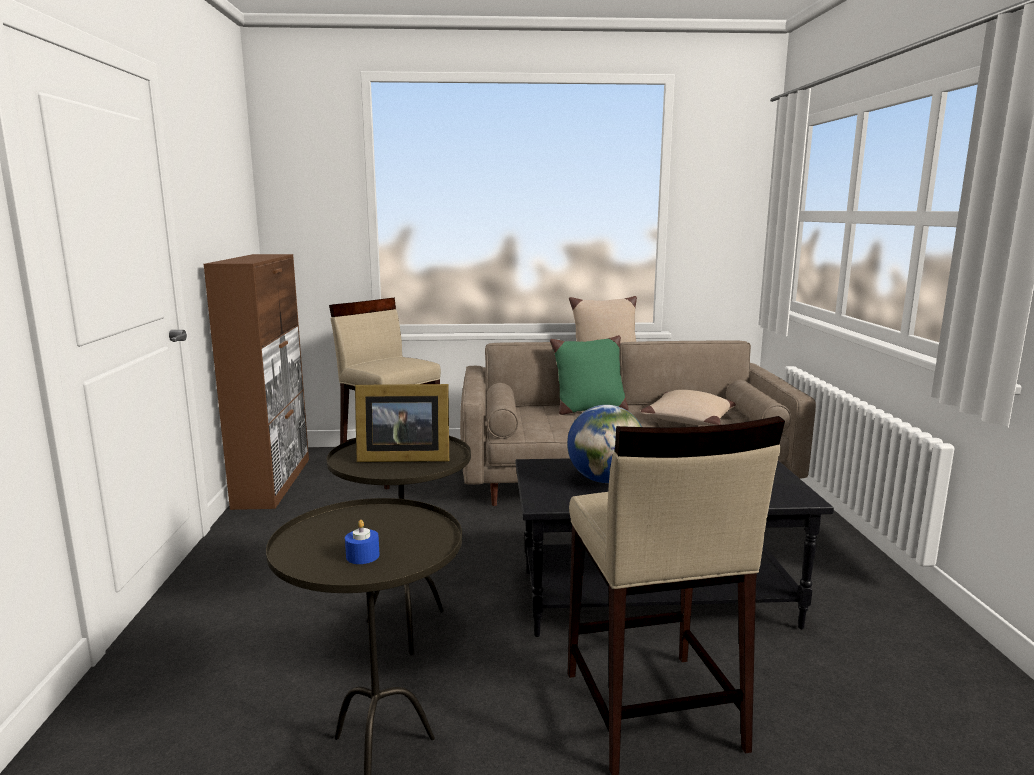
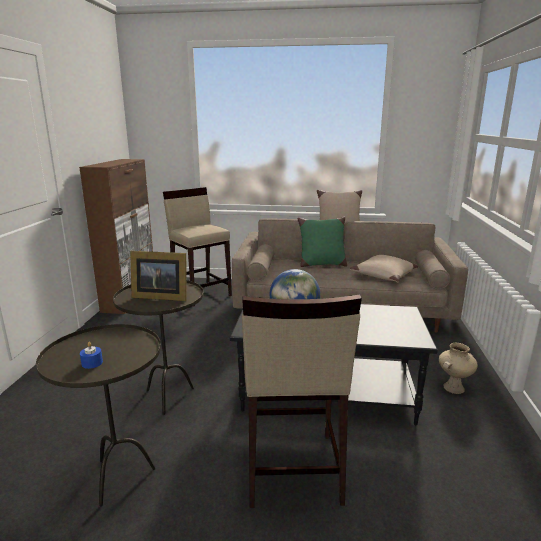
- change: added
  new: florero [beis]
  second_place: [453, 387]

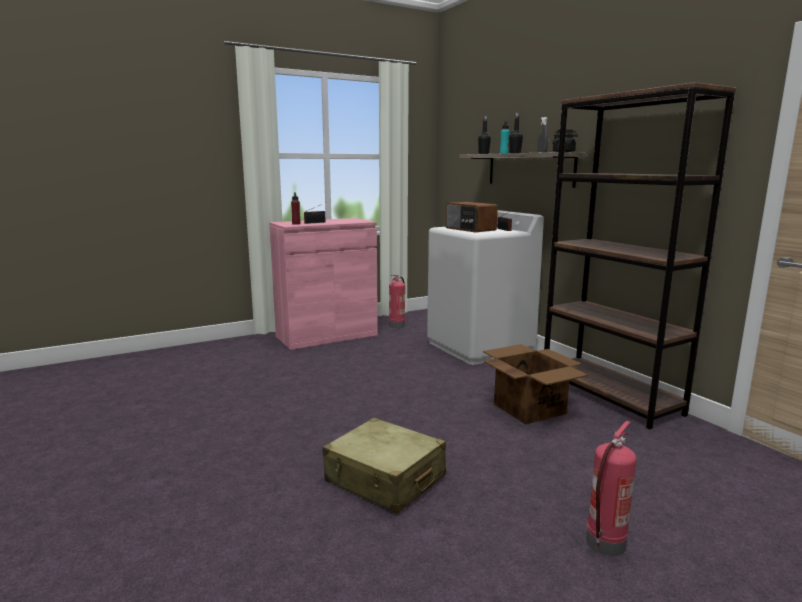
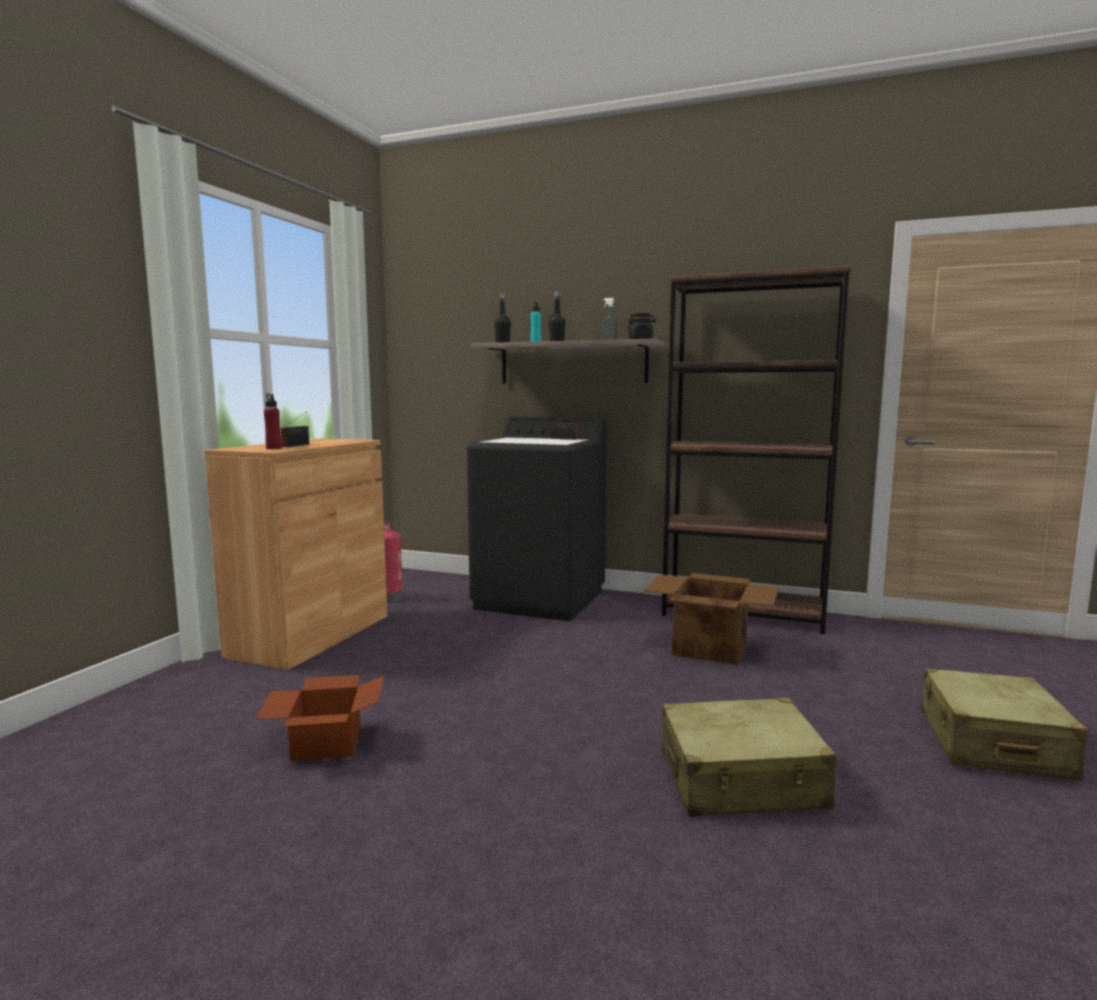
- change: recoloured
  old: armario [rosa]
  new: armario [marrón]
  first_place: [327, 336]
  second_place: [311, 635]
- change: added
  new: caja de cartón
  second_place: [325, 742]
- change: recoloured
  old: lavadora [blanco]
  new: lavadora [negro]
  first_place: [480, 347]
  second_place: [540, 599]
- change: replaced
  old: extintor
  new: maleta [beis]
  first_place: [605, 544]
  second_place: [992, 744]
- change: removed
  old: radio
  first_place: [470, 229]

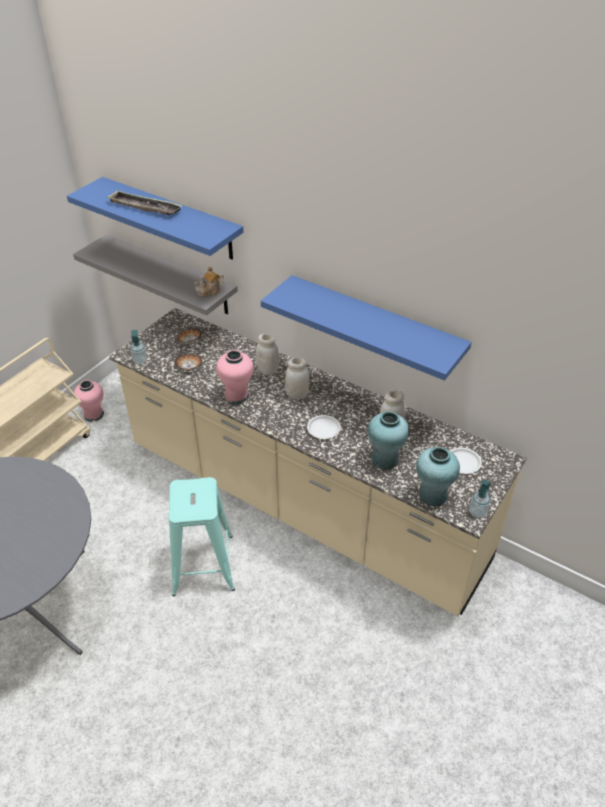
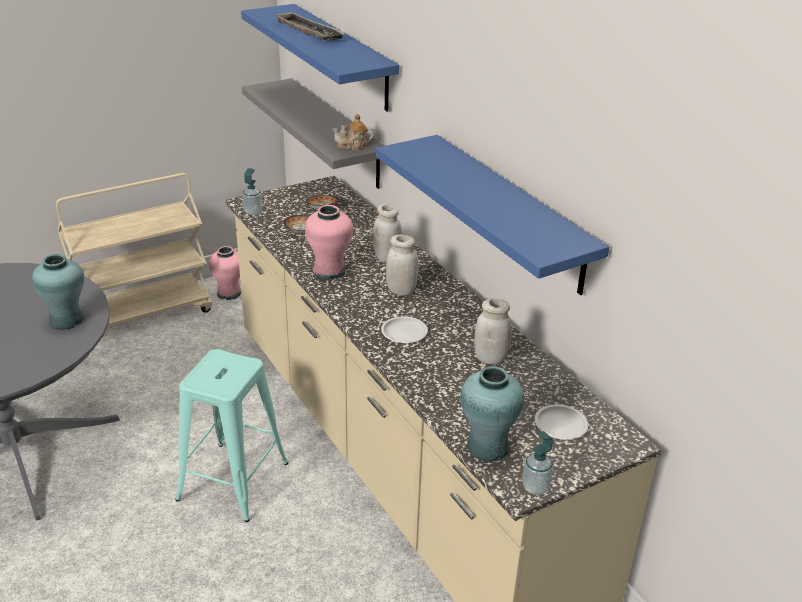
- change: moved
  old: florero [turquesa]
  first_place: [384, 459]
  second_place: [66, 320]

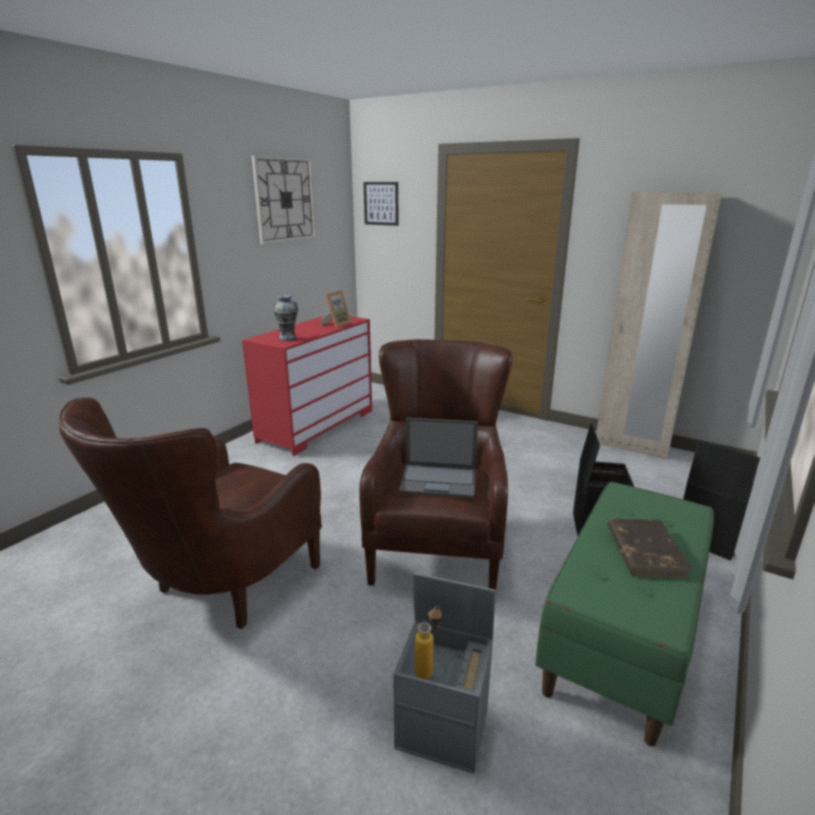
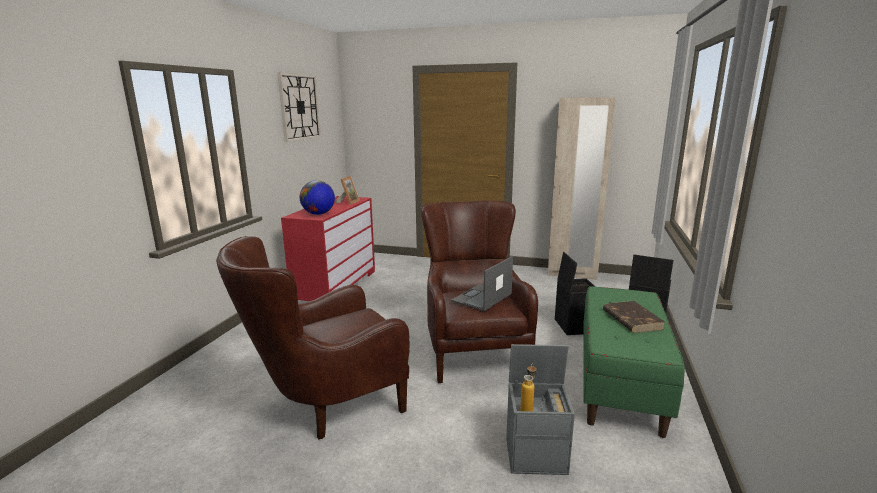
- change: turned
  old: sillón [marrón]
  first_place: [221, 591]
  second_place: [327, 406]
  degrees: 45
- change: replaced
  old: florero
  new: globo terráqueo
  first_place: [288, 338]
  second_place: [318, 214]
- change: turned
  old: portátil
  first_place: [439, 481]
  second_place: [481, 298]
  degrees: 135
- change: removed
  old: cuadro
  first_place: [381, 203]

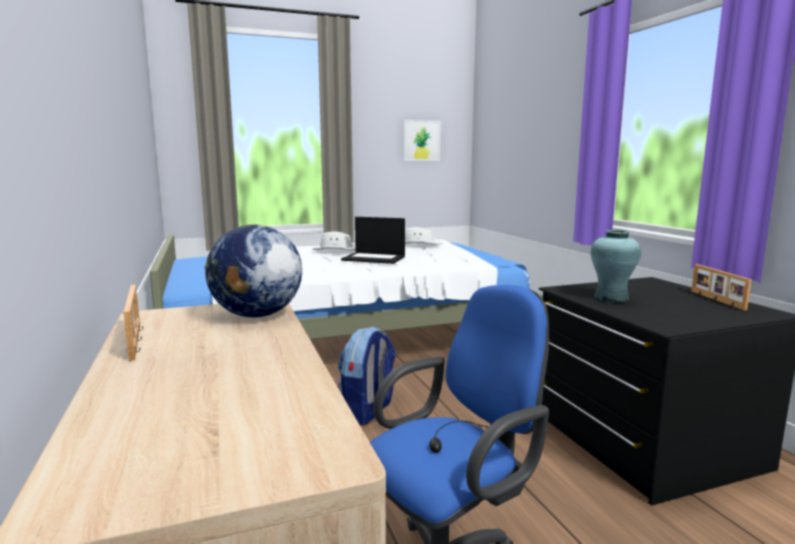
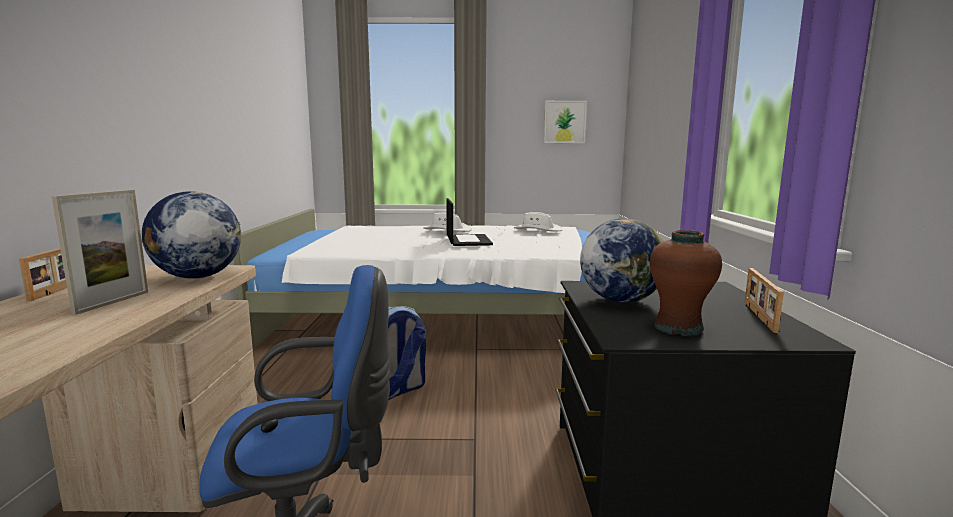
- change: added
  new: portarretratos
  second_place: [112, 302]
- change: turned
  old: portátil
  first_place: [374, 258]
  second_place: [467, 240]
  degrees: -135
- change: replaced
  old: florero [turquesa]
  new: globo terráqueo
  first_place: [611, 298]
  second_place: [620, 300]
- change: added
  new: florero [marrón]
  second_place: [679, 328]

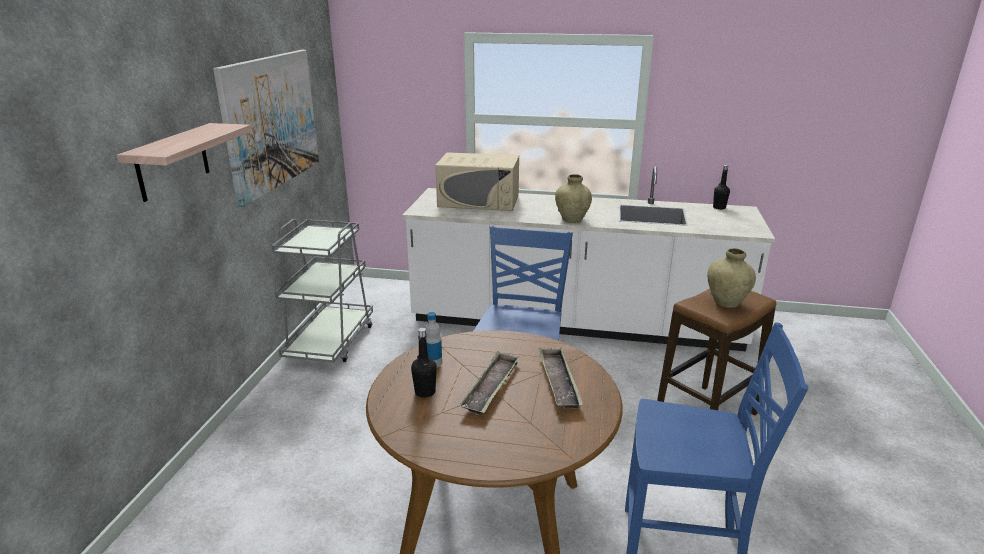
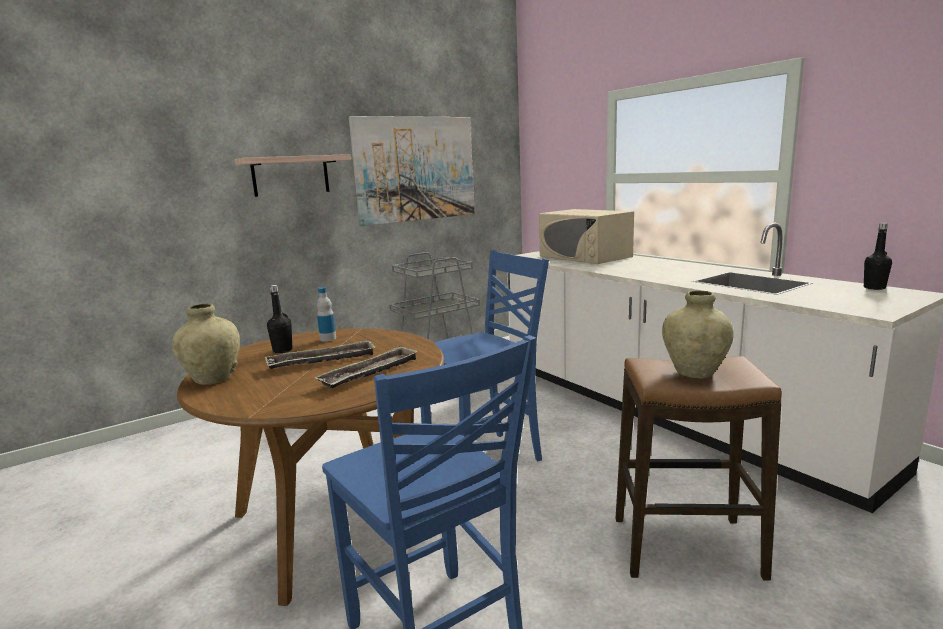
- change: moved
  old: florero [beis]
  first_place: [572, 220]
  second_place: [213, 379]

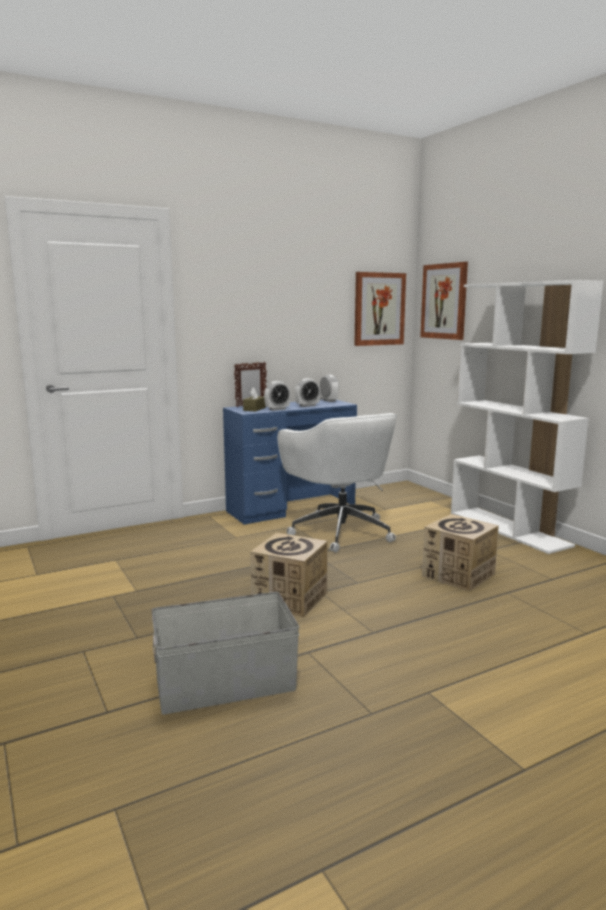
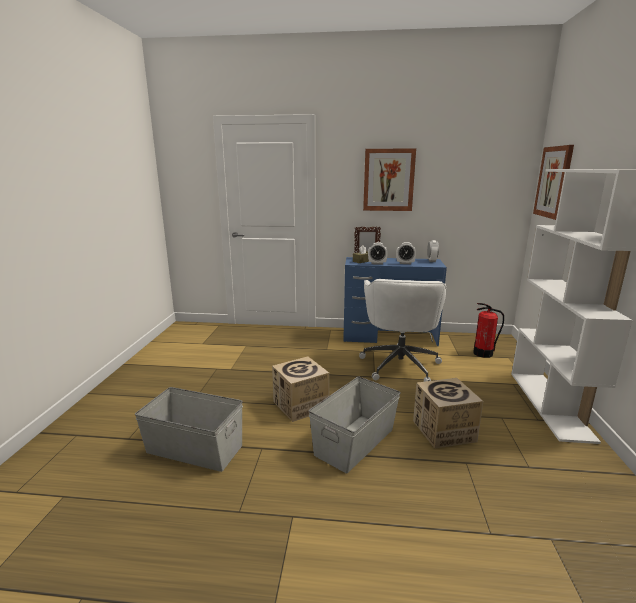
- change: added
  new: caja de almacenaje [gris]
  second_place: [354, 441]
- change: moved
  old: cuadro
  first_place: [379, 309]
  second_place: [388, 180]
- change: added
  new: extintor
  second_place: [483, 353]

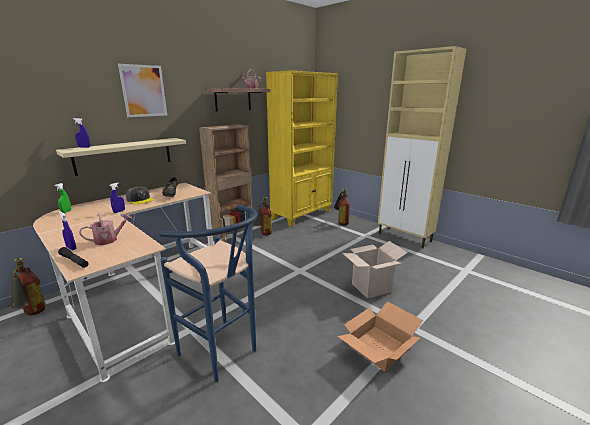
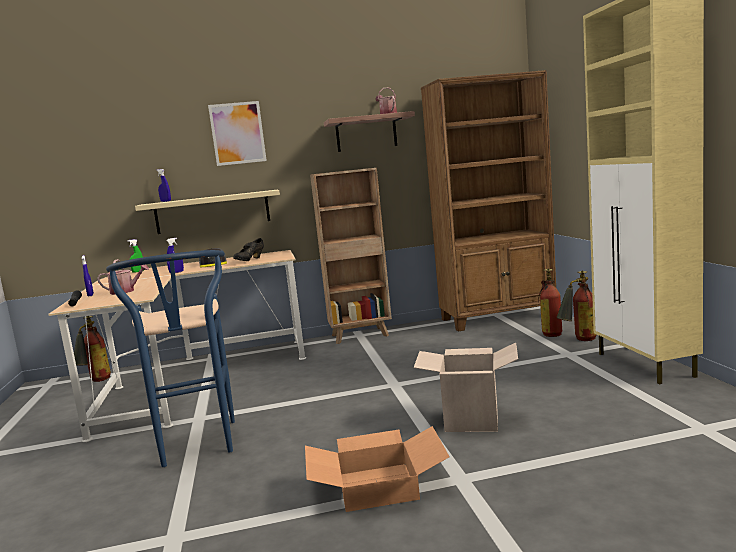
- change: recoloured
  old: estantería [amarillo]
  new: estantería [marrón]
  first_place: [302, 214]
  second_place: [498, 318]
- change: moved
  old: extintor
  first_place: [263, 235]
  second_place: [578, 340]

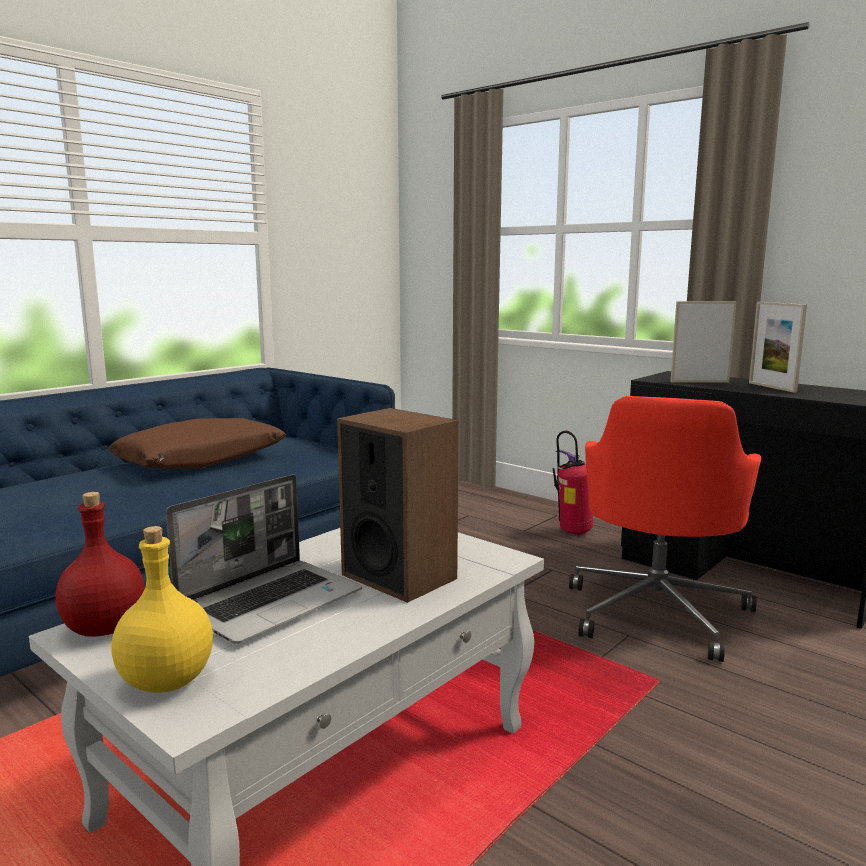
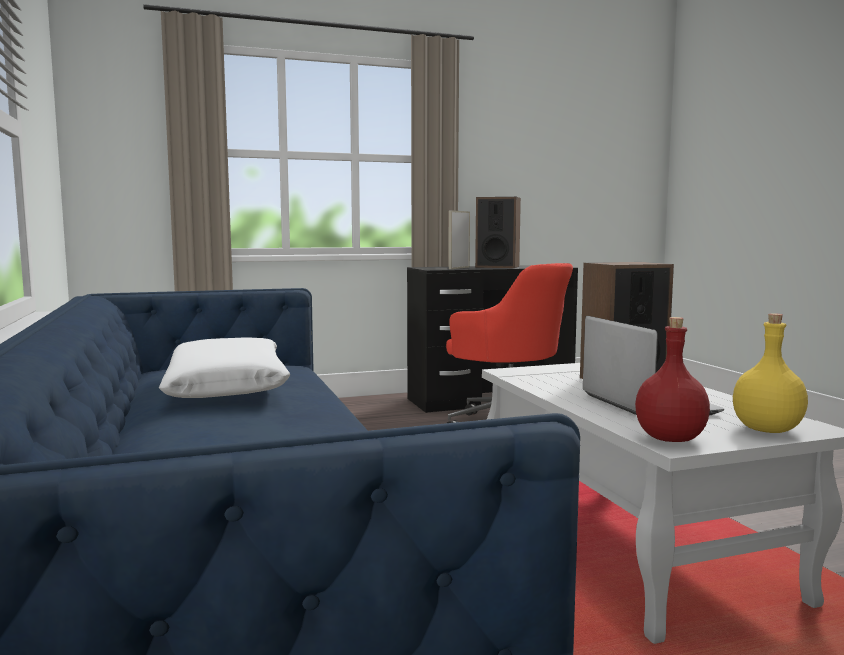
- change: recoloured
  old: cojín [marrón]
  new: cojín [blanco]
  first_place: [201, 459]
  second_place: [227, 386]
- change: replaced
  old: portarretratos
  new: altavoz
  first_place: [772, 387]
  second_place: [497, 267]
- change: removed
  old: extintor
  first_place: [572, 532]

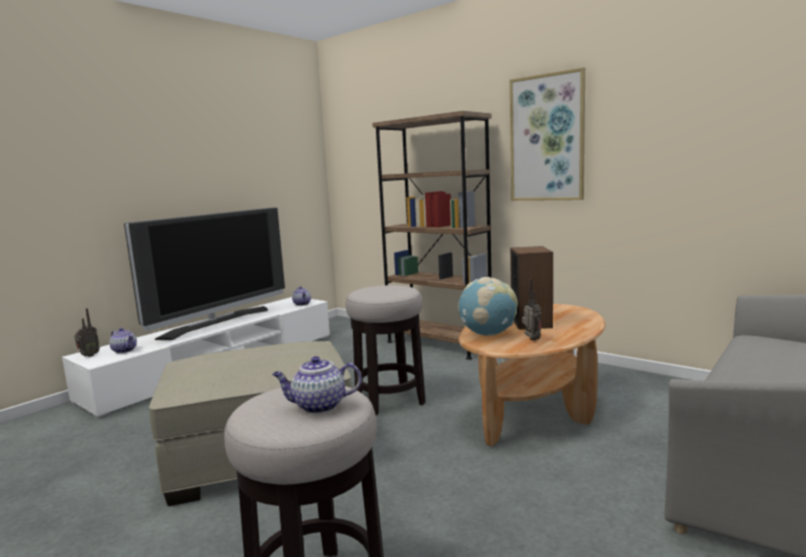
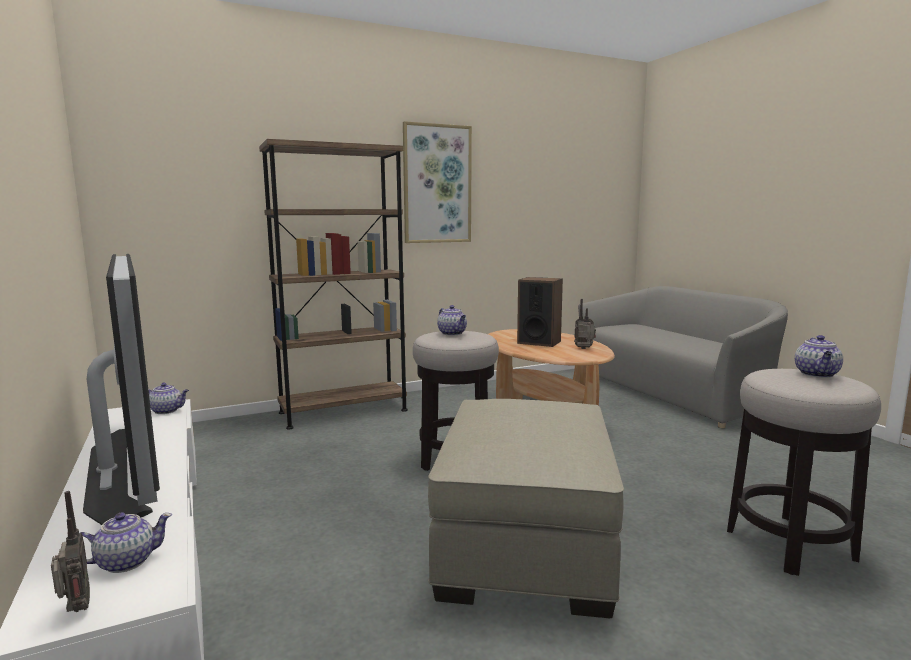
- change: added
  new: tetera
  second_place: [452, 333]
- change: removed
  old: globo terráqueo
  first_place: [488, 334]

